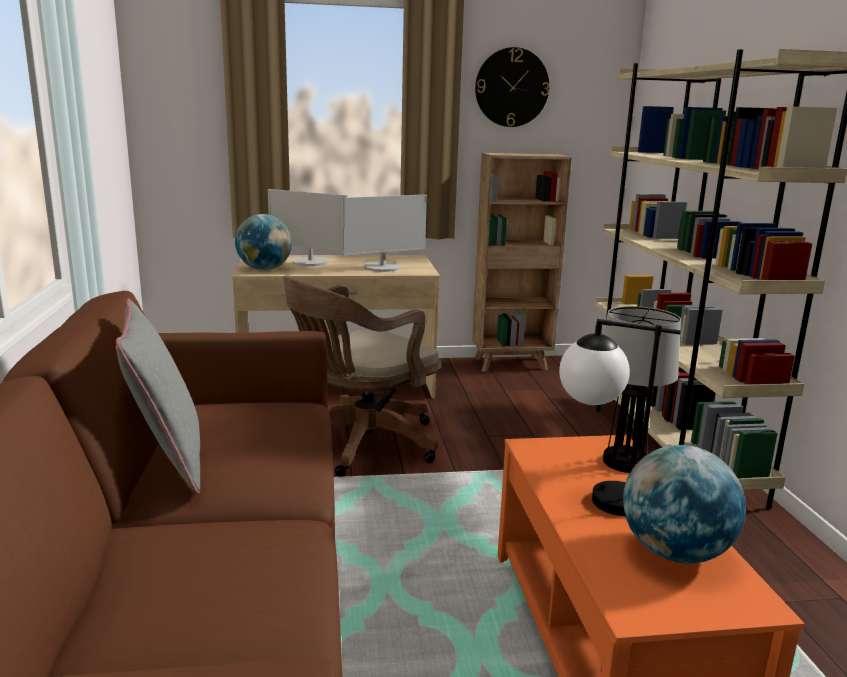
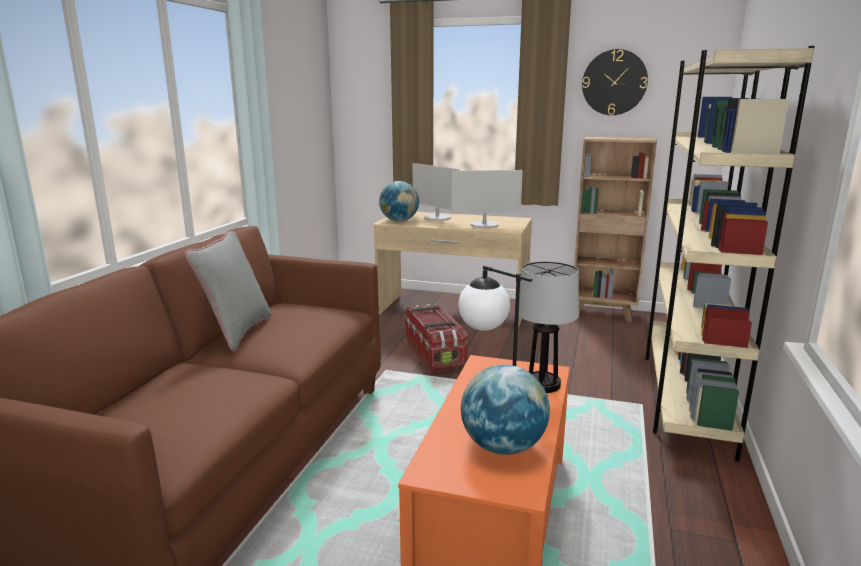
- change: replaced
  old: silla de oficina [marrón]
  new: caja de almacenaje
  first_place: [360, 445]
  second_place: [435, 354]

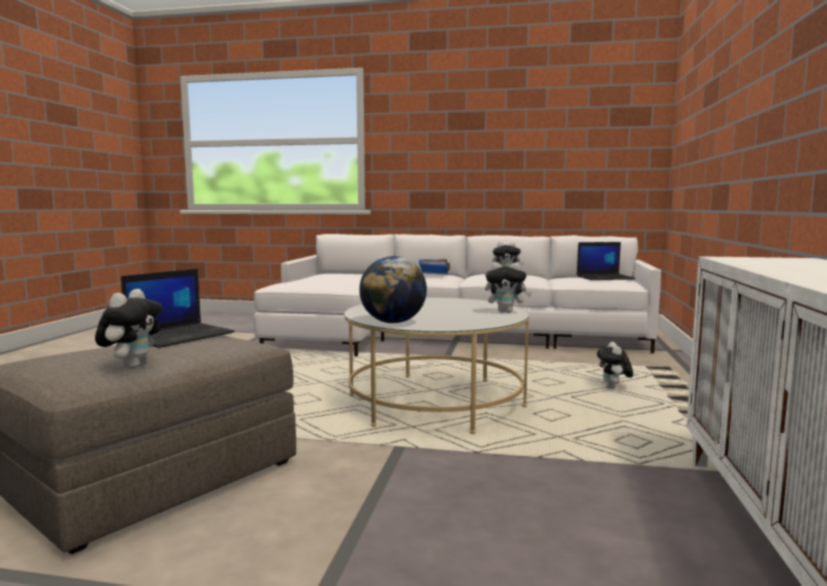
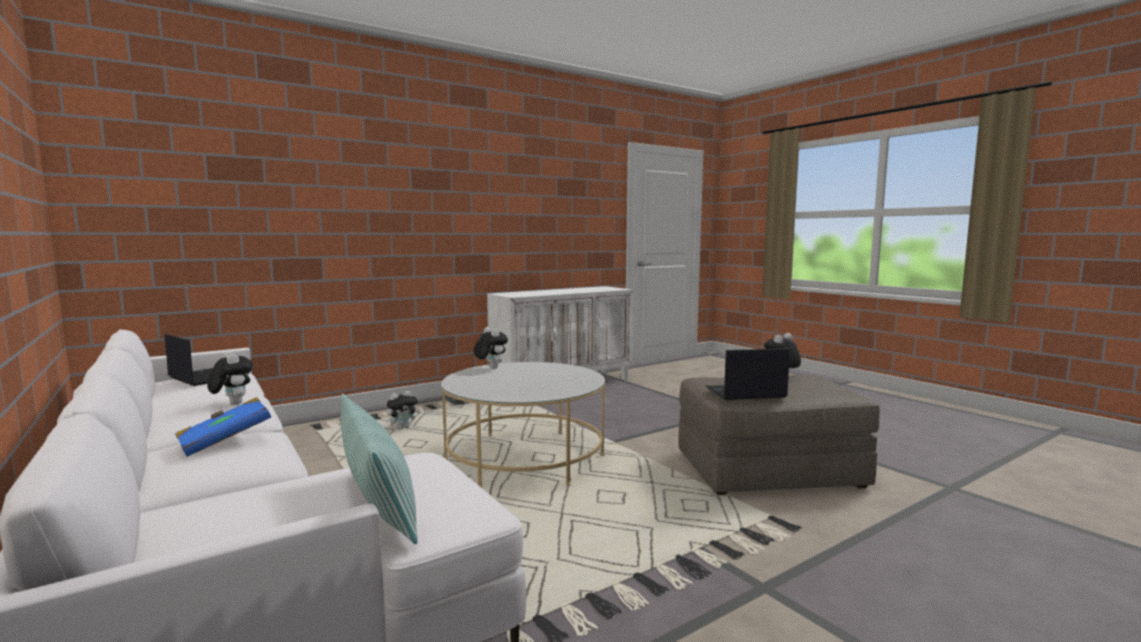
- change: added
  new: cojín
  second_place: [377, 502]
- change: removed
  old: globo terráqueo
  first_place: [393, 322]

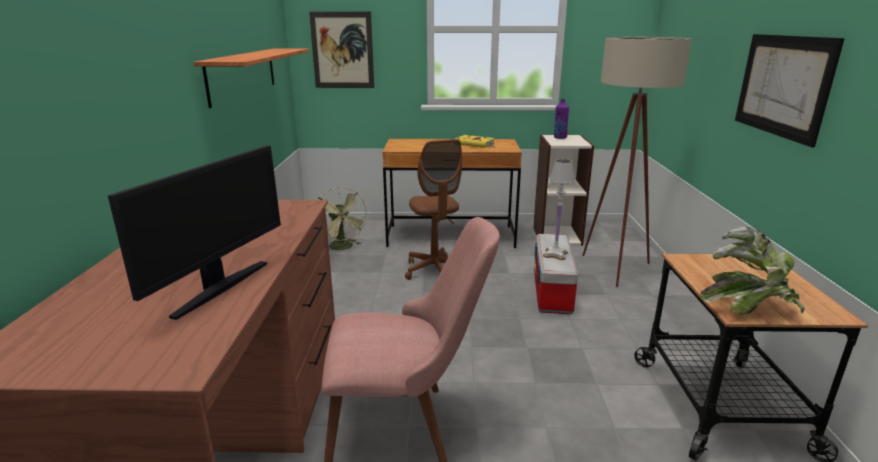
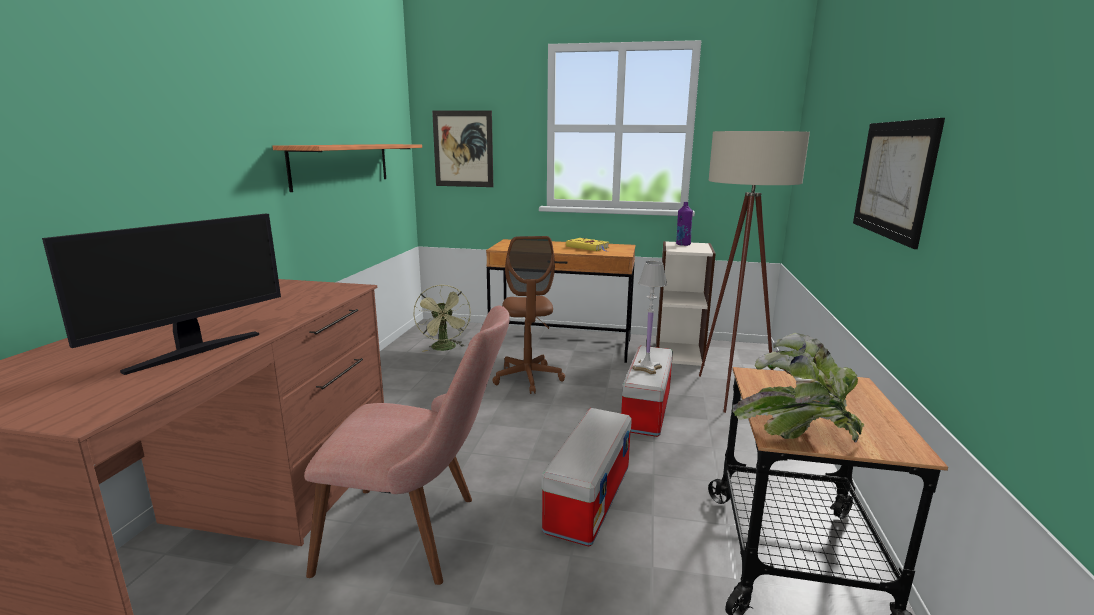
- change: added
  new: caja de almacenaje
  second_place: [588, 497]

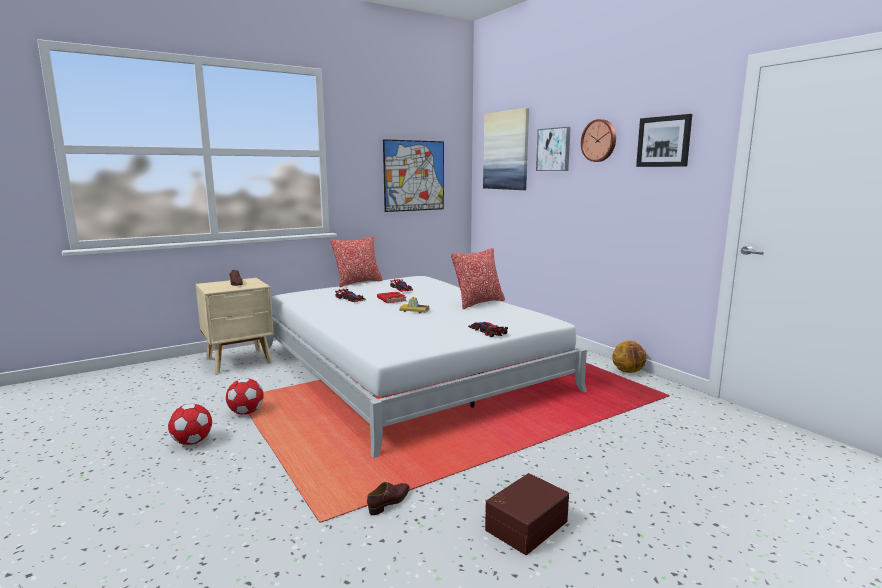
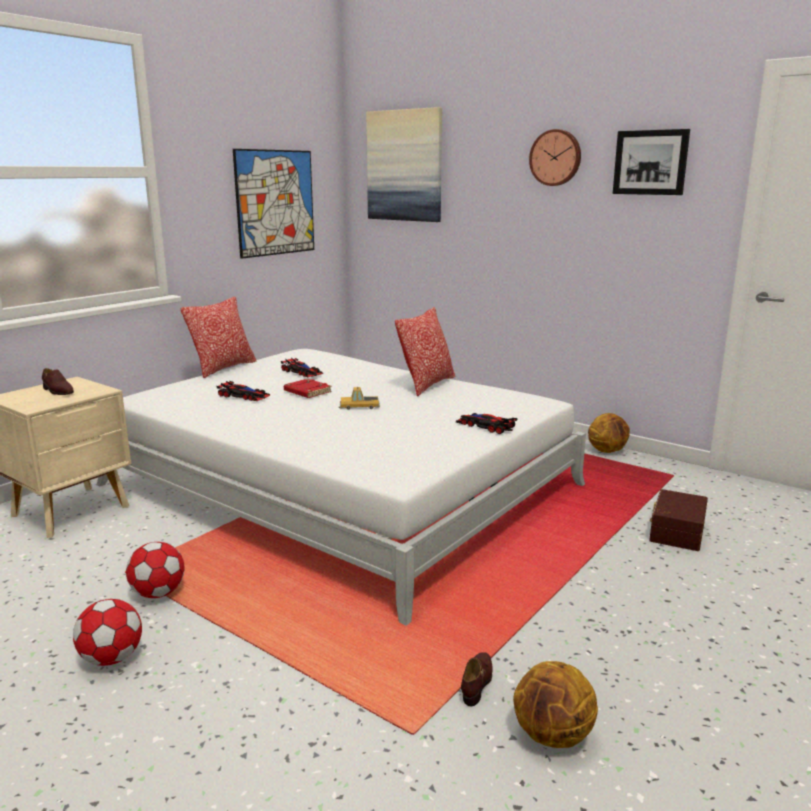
- change: added
  new: balón de baloncesto
  second_place: [552, 736]
- change: moved
  old: caja de almacenaje [marrón]
  first_place: [524, 524]
  second_place: [675, 531]
- change: removed
  old: cuadro
  first_place: [554, 149]

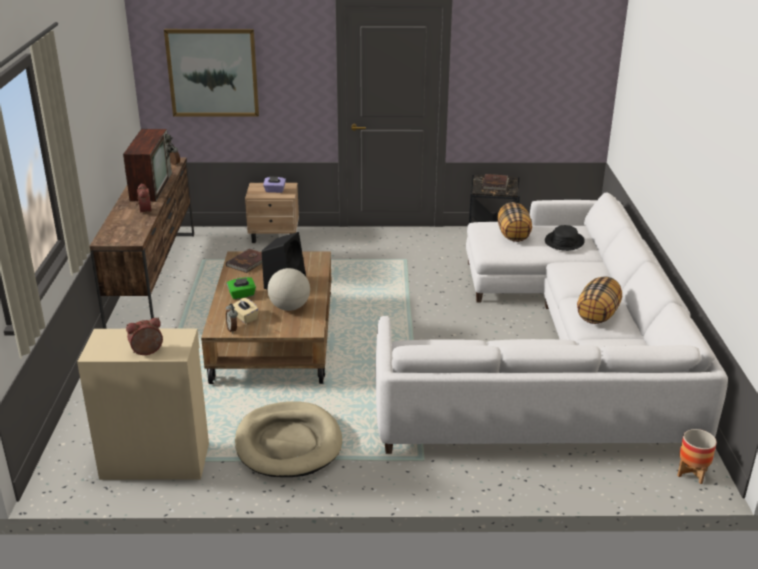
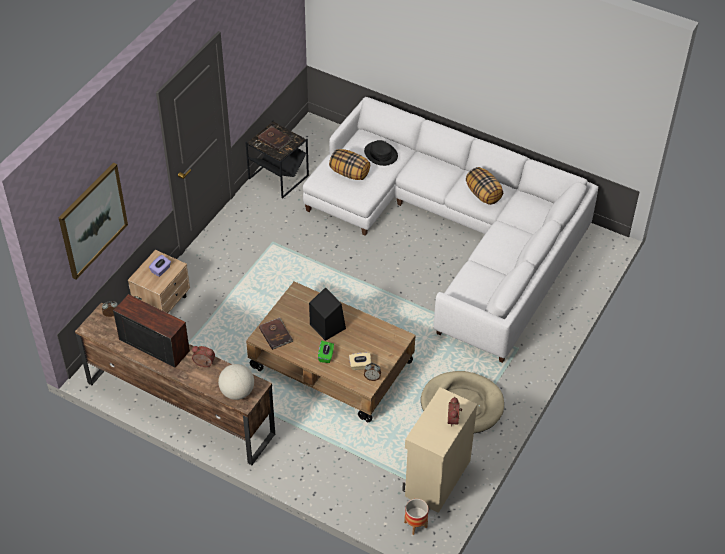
- change: moved
  old: globo terráqueo
  first_place: [289, 307]
  second_place: [237, 392]
- change: moved
  old: maceta
  first_place: [692, 473]
  second_place: [415, 524]

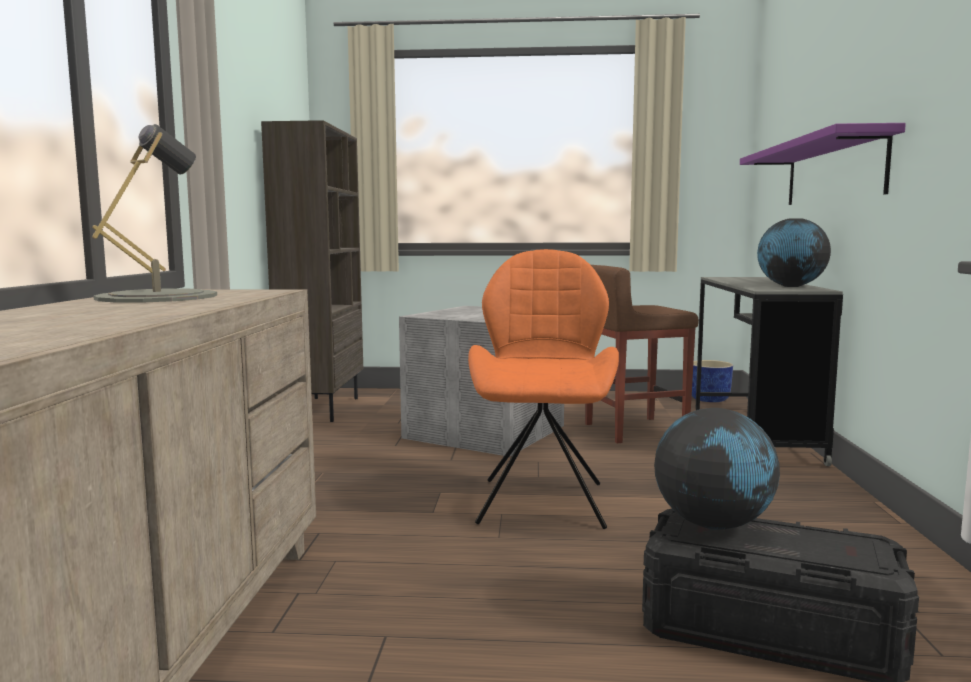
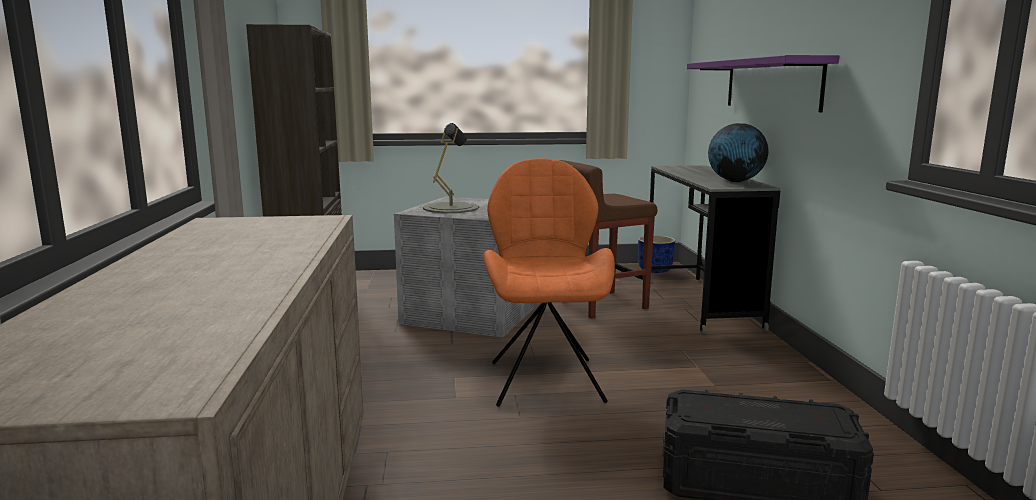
- change: moved
  old: lámpara de mesa [gris]
  first_place: [157, 297]
  second_place: [451, 208]
- change: removed
  old: globo terráqueo
  first_place: [713, 524]

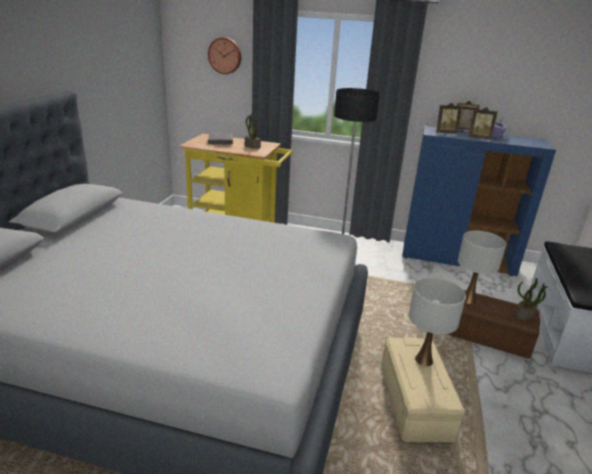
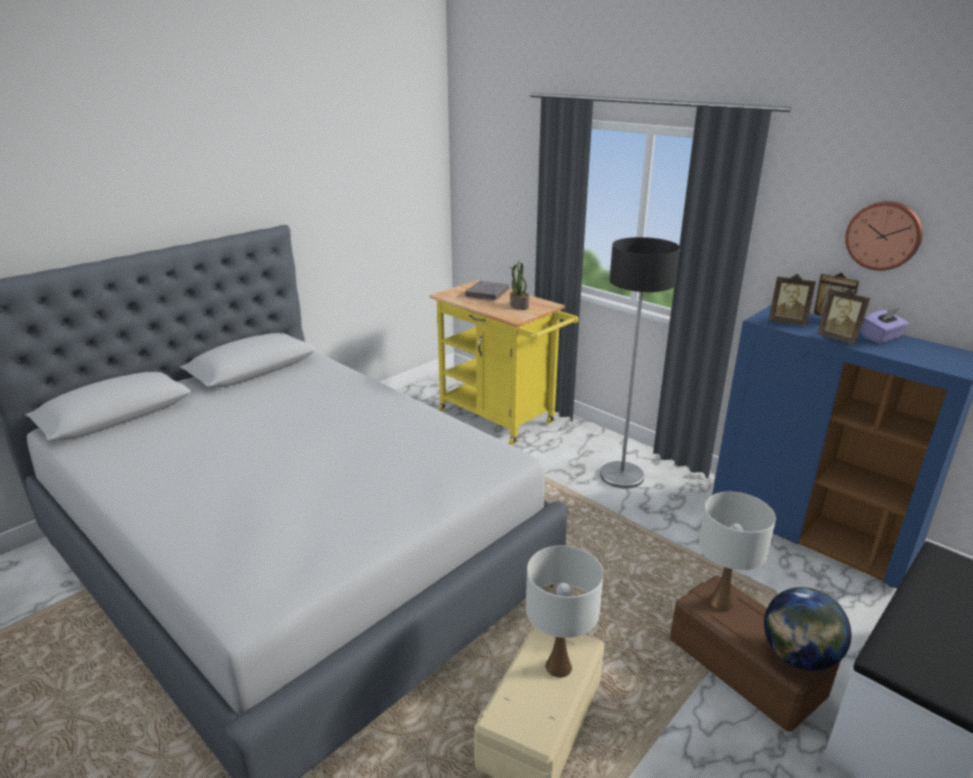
- change: replaced
  old: planta en maceta
  new: globo terráqueo
  first_place: [524, 315]
  second_place: [798, 657]
- change: moved
  old: reloj de pared
  first_place: [225, 55]
  second_place: [884, 235]

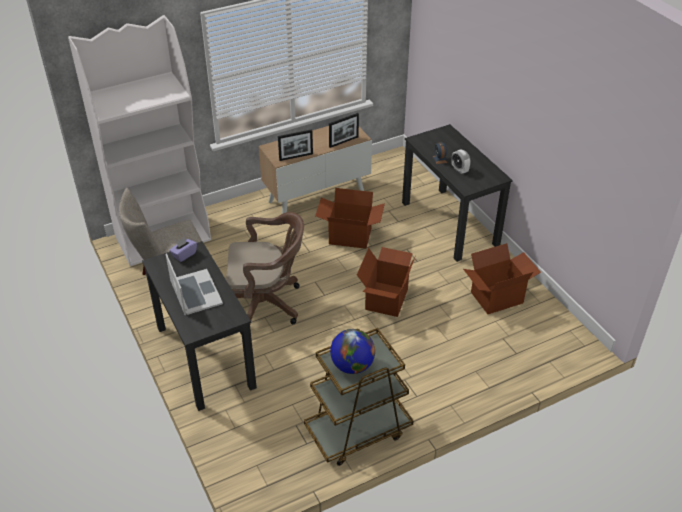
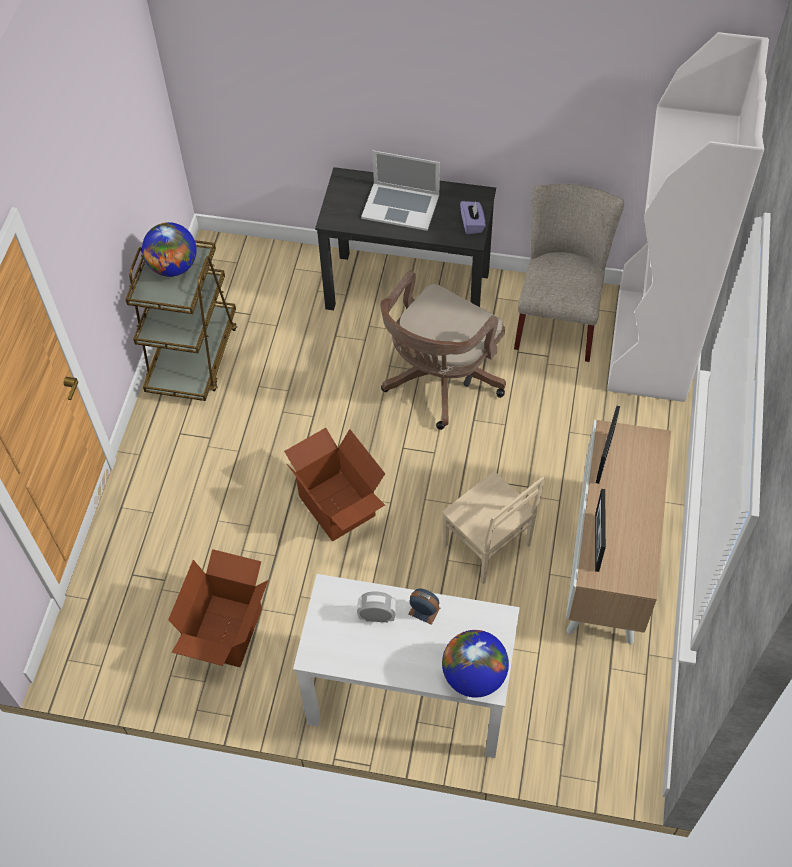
- change: recoloured
  old: escritorio [negro]
  new: escritorio [blanco]
  first_place: [450, 223]
  second_place: [408, 697]
- change: replaced
  old: caja de cartón
  new: silla [beis]
  first_place: [350, 237]
  second_place: [486, 547]
- change: added
  new: globo terráqueo
  second_place: [474, 676]

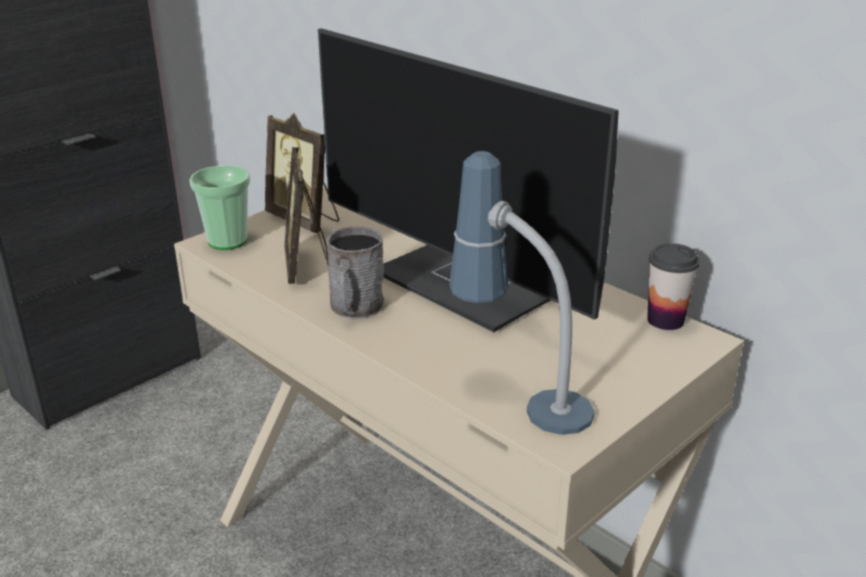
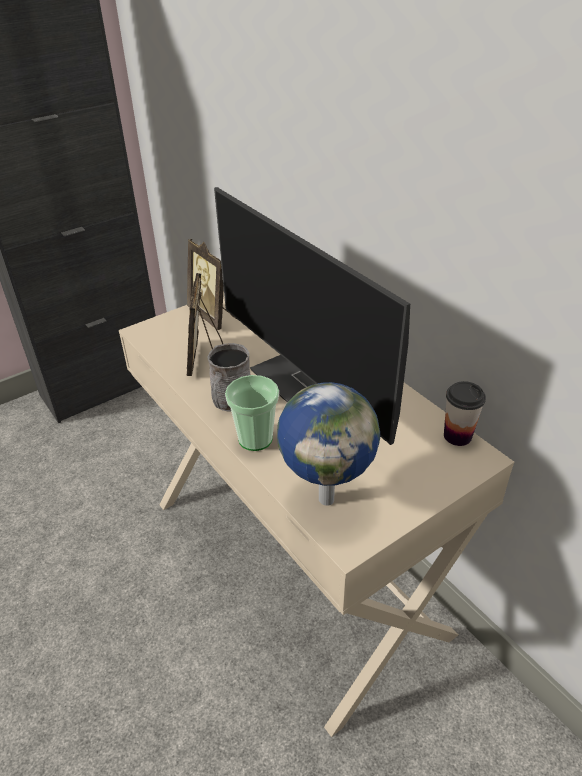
- change: moved
  old: taza
  first_place: [227, 241]
  second_place: [255, 439]
- change: replaced
  old: lámpara de mesa
  new: globo terráqueo
  first_place: [519, 398]
  second_place: [326, 498]

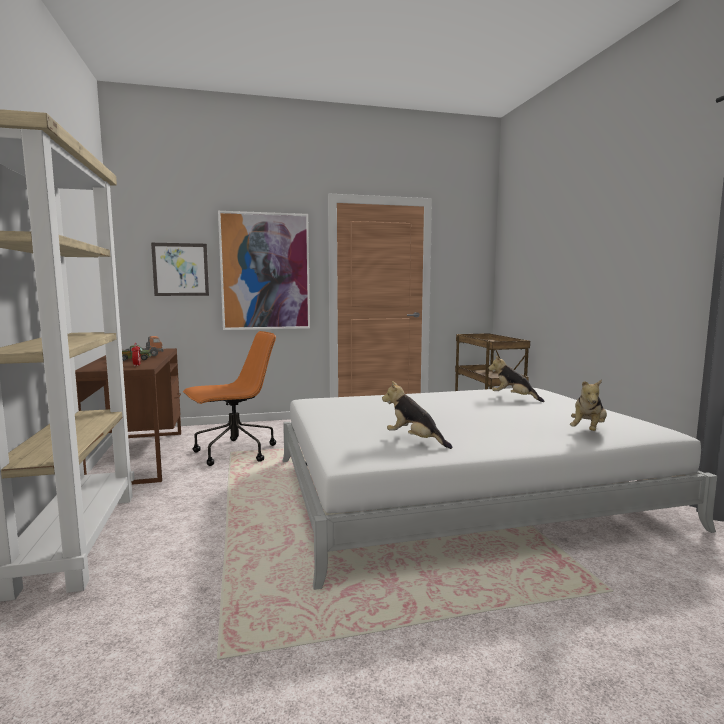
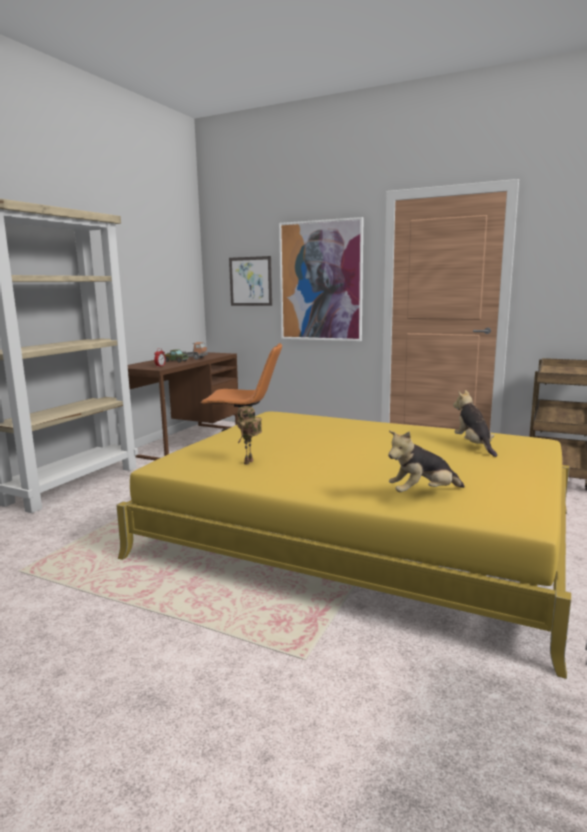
- change: recoloured
  old: cama [blanco]
  new: cama [amarillo]
  first_place: [461, 491]
  second_place: [359, 534]
- change: replaced
  old: peluche
  new: robot de juguete
  first_place: [415, 440]
  second_place: [249, 463]

